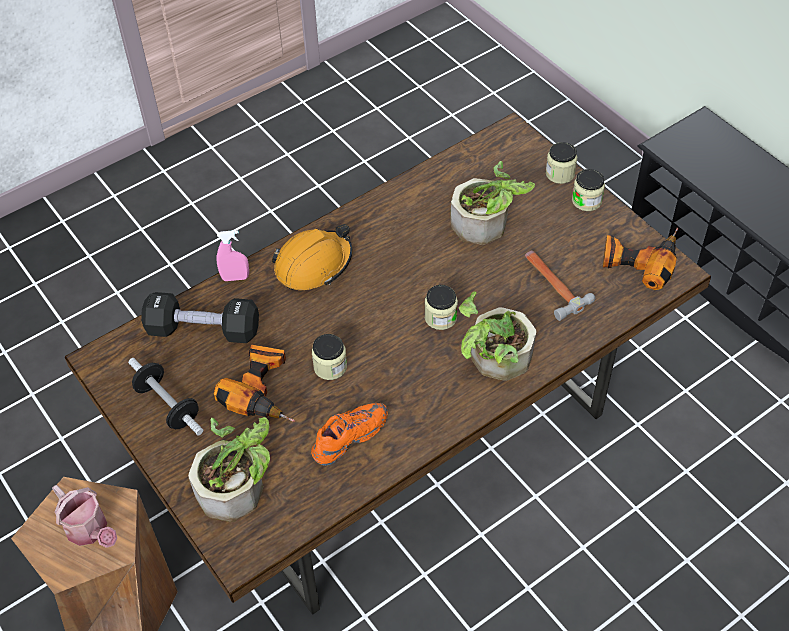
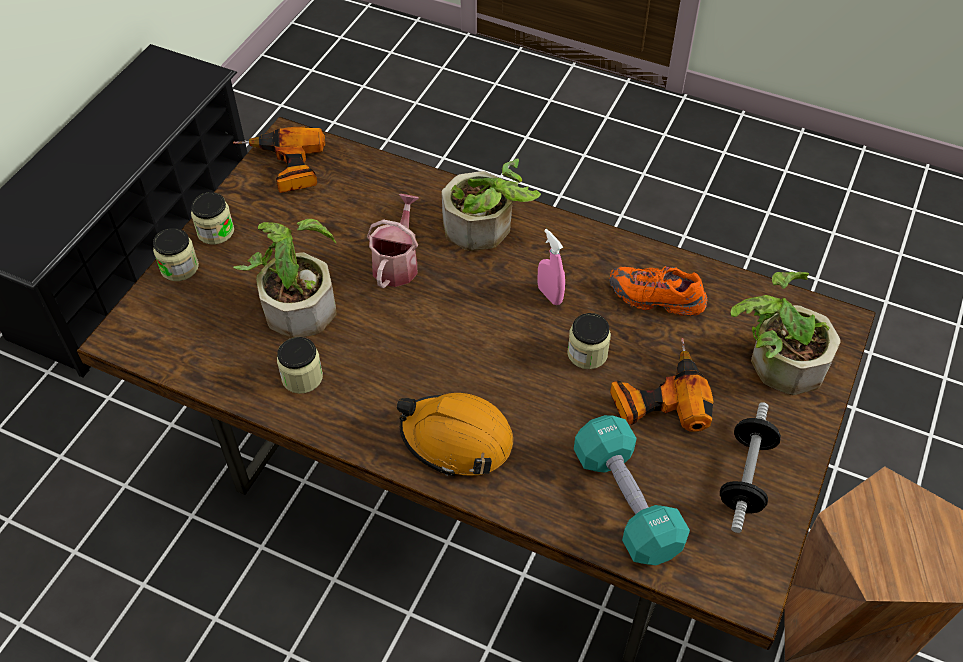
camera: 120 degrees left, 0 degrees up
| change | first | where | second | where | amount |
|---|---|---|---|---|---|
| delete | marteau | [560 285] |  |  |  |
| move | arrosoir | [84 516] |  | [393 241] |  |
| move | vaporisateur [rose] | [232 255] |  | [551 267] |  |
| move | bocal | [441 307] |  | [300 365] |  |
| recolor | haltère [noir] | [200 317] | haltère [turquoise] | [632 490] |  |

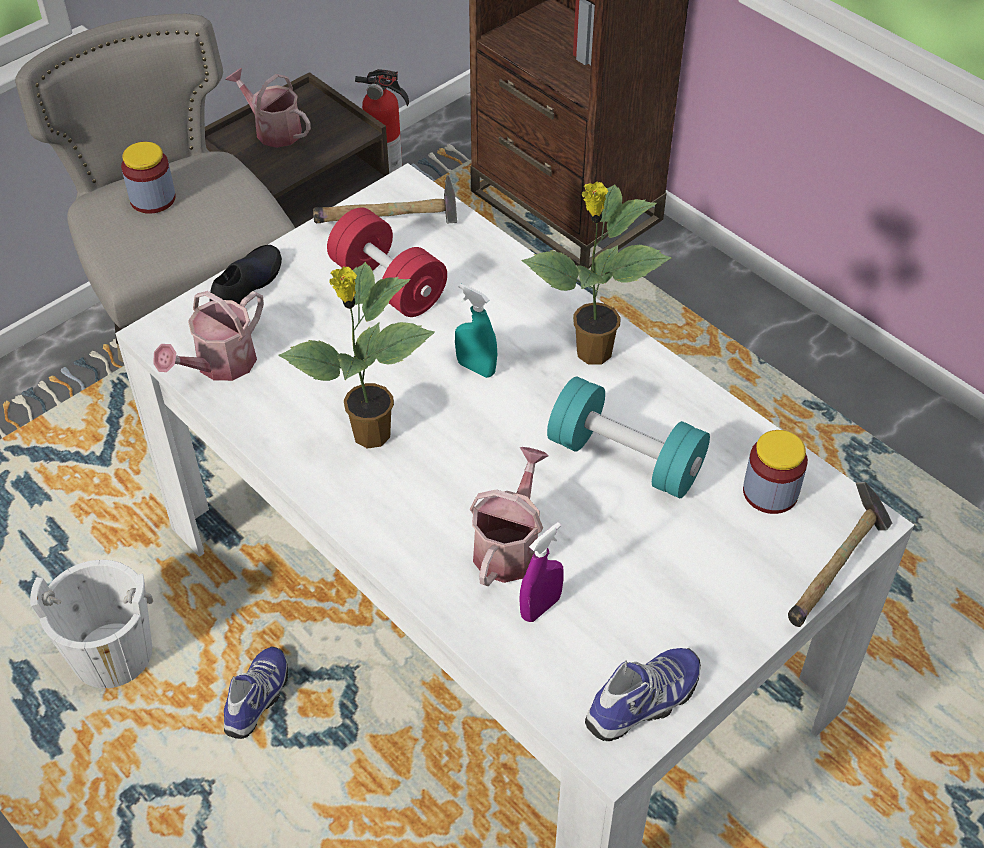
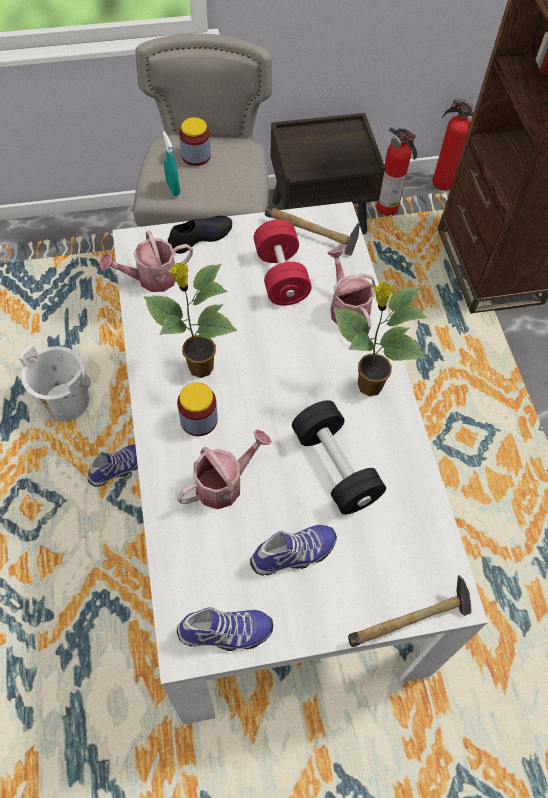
camera: 30 degrees right, 10 degrees up
| change | first | where | second | where | amount |
|---|---|---|---|---|---|
| delete | vaporisateur [violet] | [541 572] |  |  |  |
| insert |  |  | chaussure | [293 550] |  |
| insert |  |  | extincteur | [453 145] |  |
| move | arrosoir | [268 108] |  | [351 289] |  |
| move | vaporisateur [turquoise] | [476 330] |  | [171 163] |  |
| move | bocal | [775 472] |  | [197 409] |  |
| recolor | haltère [turquoise] | [628 437] | haltère [noir] | [339 457] |  |

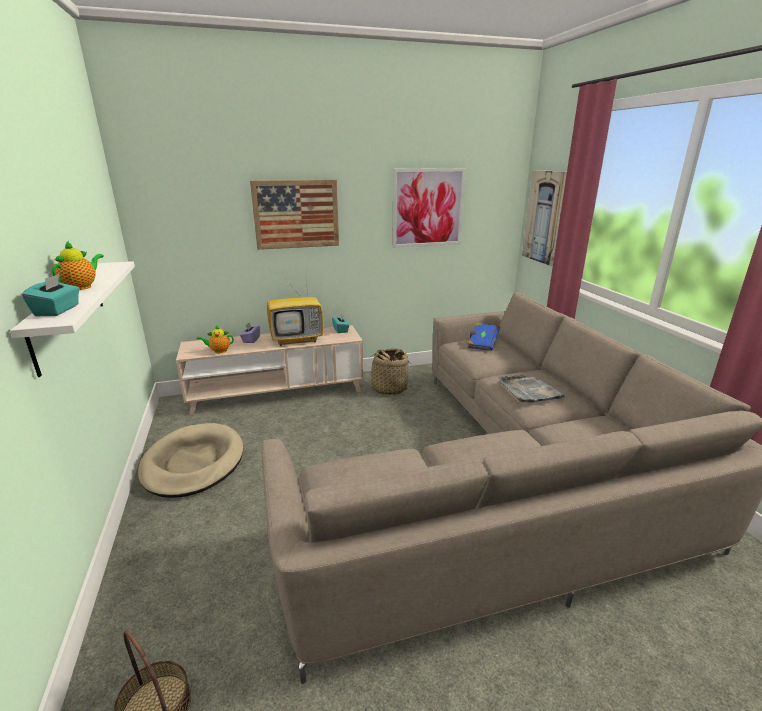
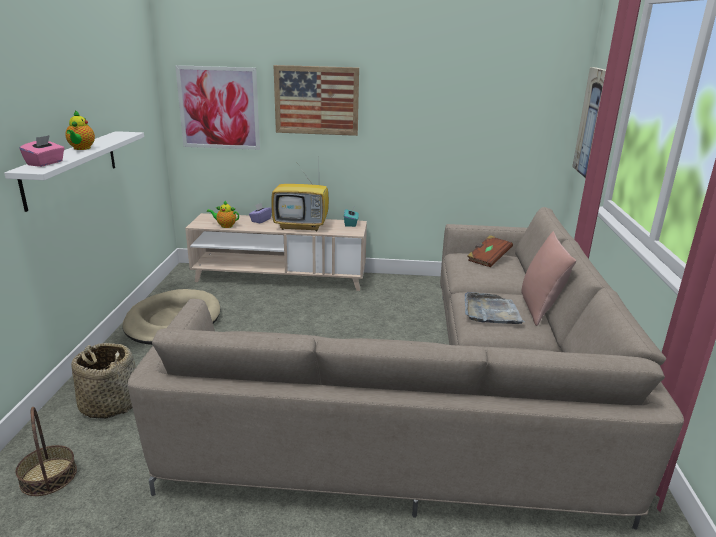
camera: 20 degrees right, 0 degrees up
| change | first | where | second | where | amount |
|---|---|---|---|---|---|
| insert |  |  | coussin [rose] | [548 278] |  |
| move | panier | [388 371] |  | [103 381] |  |
| move | tableau | [429 208] |  | [217 107] |  |
| recolor | boîte à mouchoirs [turquoise] | [51 295] | boîte à mouchoirs [rose] | [42 151] |  |
| recolor | livre [bleu] | [484 336] | livre [marron] | [490 251] |  |
| rotate | théière | [78 265] |  | [80 130] | 135 degrees clockwise |

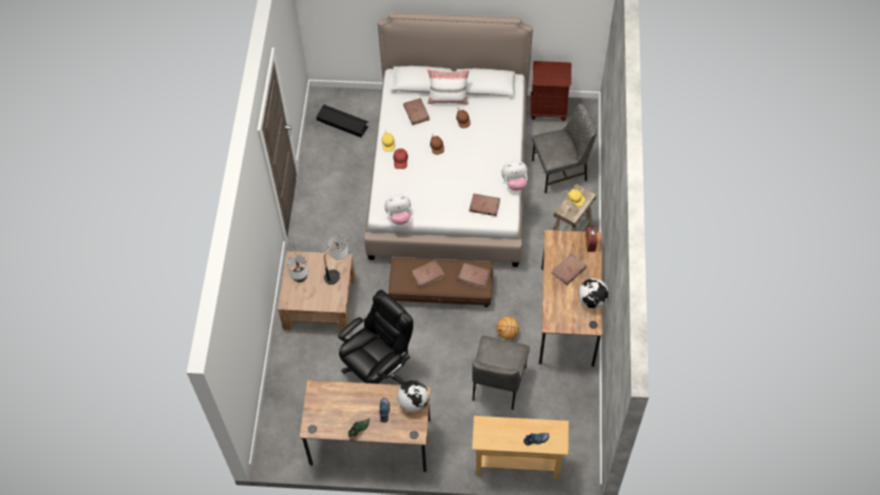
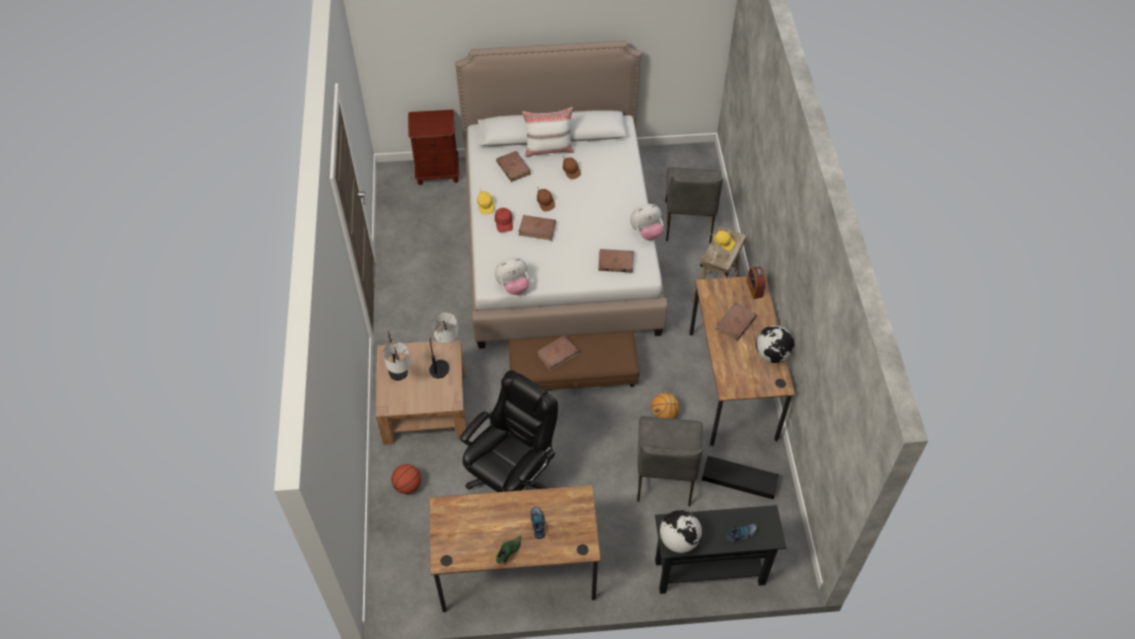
camera: 10 degrees left, 5 degrees down
| change | first | where | second | where | amount |
|---|---|---|---|---|---|
| insert |  |  | ballon de basket | [406 479] |  |
| move | boîte de rangement [noir] | [342 121] |  | [740 477] |  |
| move | globe | [413 396] |  | [681 531] |  |
| move | livre [marron] | [474 276] |  | [537 227] |  |
| move | table de chevet [marron] | [550 91] |  | [433 148] |  |
| recolor | table console [beige] | [520 447] | table console [noir] | [720 549] |  |
| rotate | chaise [gris] | [564 148] |  | [694 205] | 120 degrees clockwise |

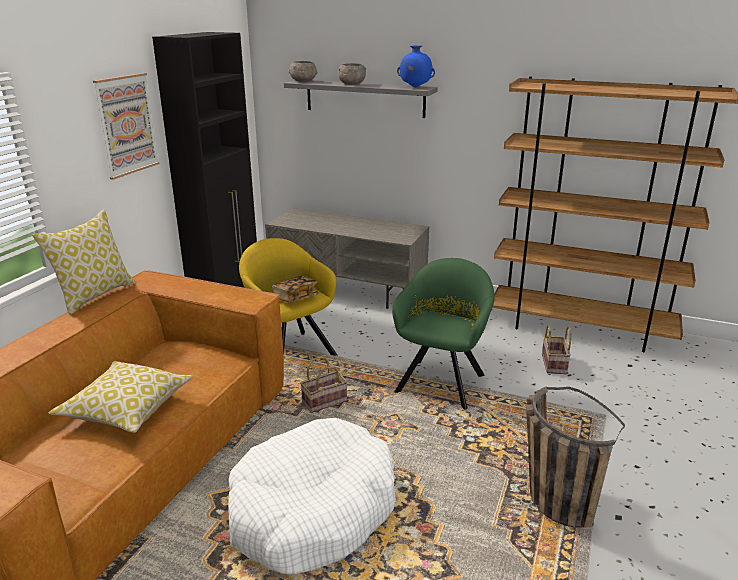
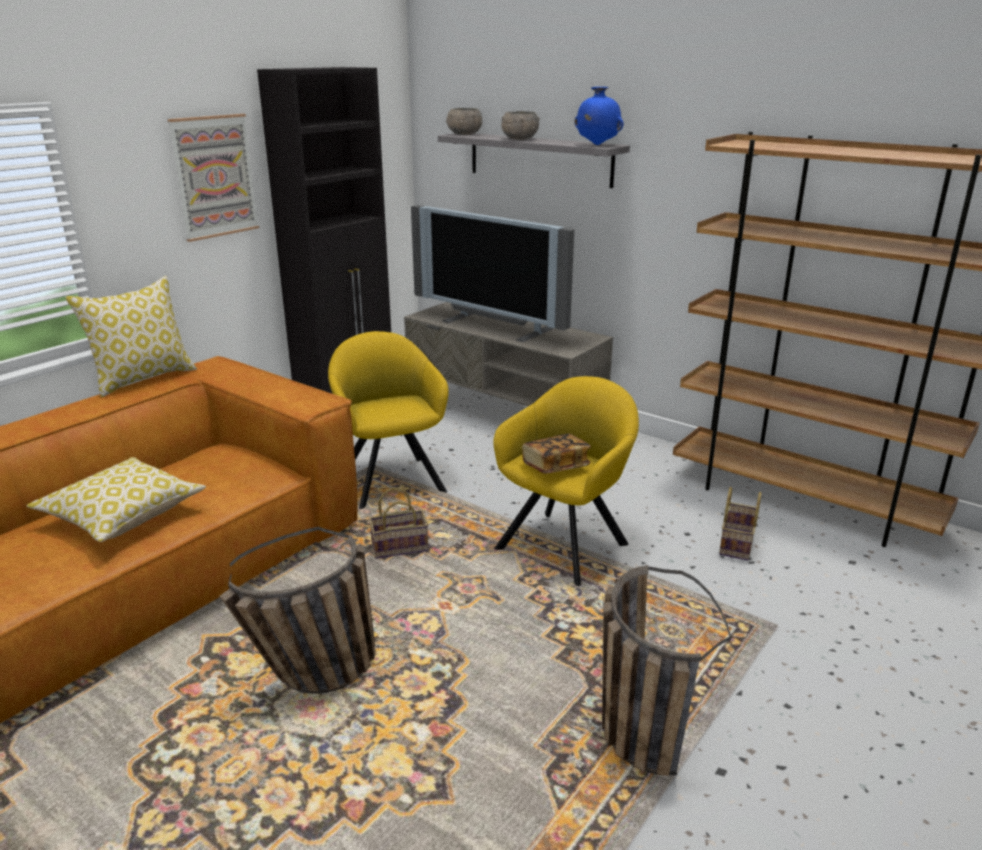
camera: 15 degrees right, 0 degrees up
| change | first | where | second | where | amount |
|---|---|---|---|---|---|
| insert |  |  | téléviseur | [492 273] |  |
| move | livre | [295 289] |  | [556 454] |  |
| replace | panier pour chien [blanc] | [312 496] | panier | [297 610] |  |
| recolor | fauteuil [vert] | [443 334] | fauteuil [jaune] | [566 481] |  |

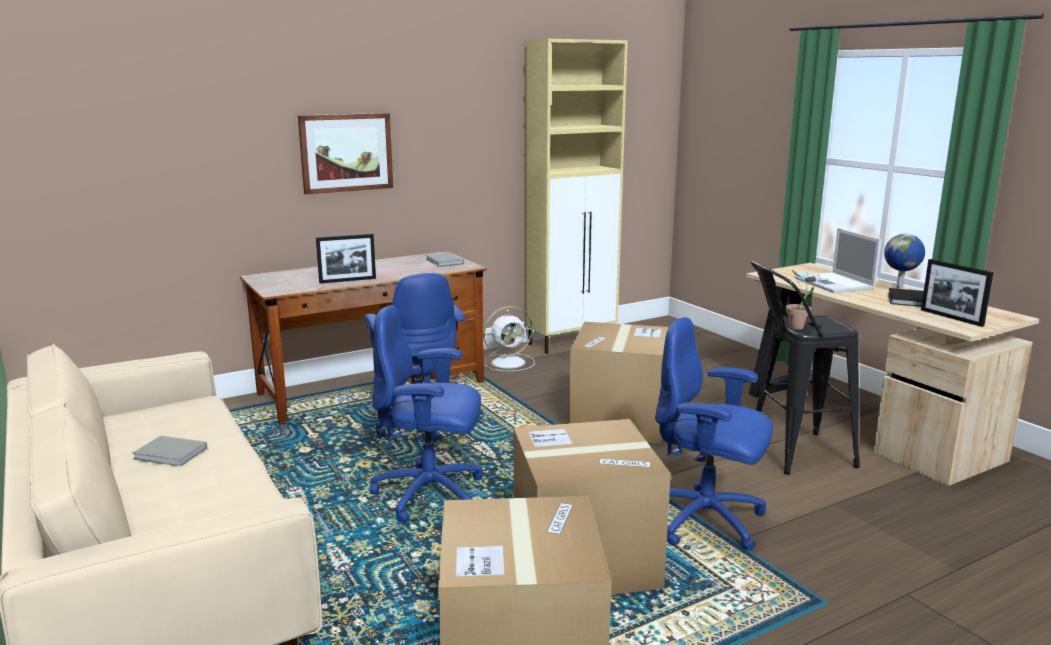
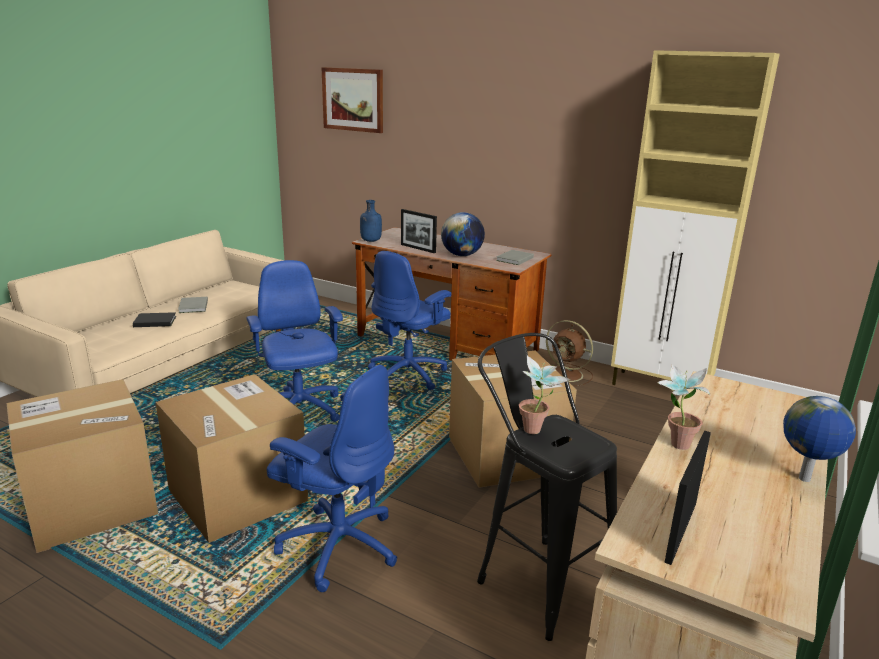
camera: 60 degrees right, 5 degrees up
| change | first | where | second | where | amount |
|---|---|---|---|---|---|
| delete | ordinateur portable | [838 260] |  |  |  |
| insert |  |  | bouteille [bleu] | [371 221] |  |
| insert |  |  | globe | [463 234] |  |
| insert |  |  | plante en pot | [683 407] |  |
| move | tableau | [345 153] |  | [352 100] |  |
| move | livre [noir] | [906 297] |  | [154 319] |  |
| recolor | ventilateur [blanc] | [509 338] | ventilateur [marron] | [569 353] |  |
| rotate | chaise de bureau [bleu] | [714 434] |  | [332 478] | 120 degrees clockwise |

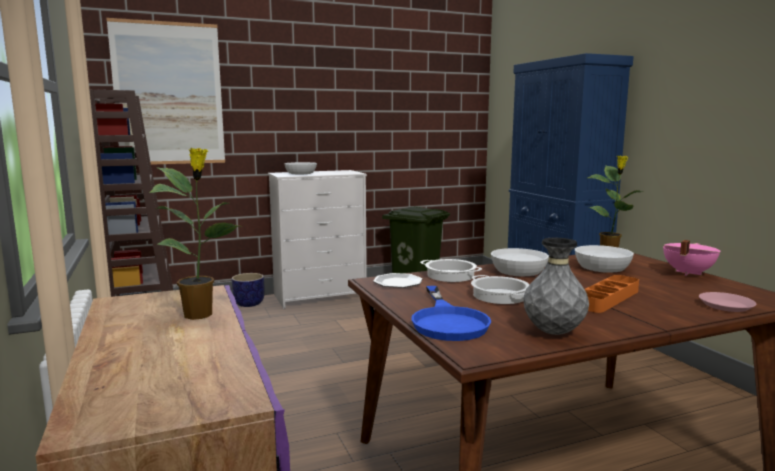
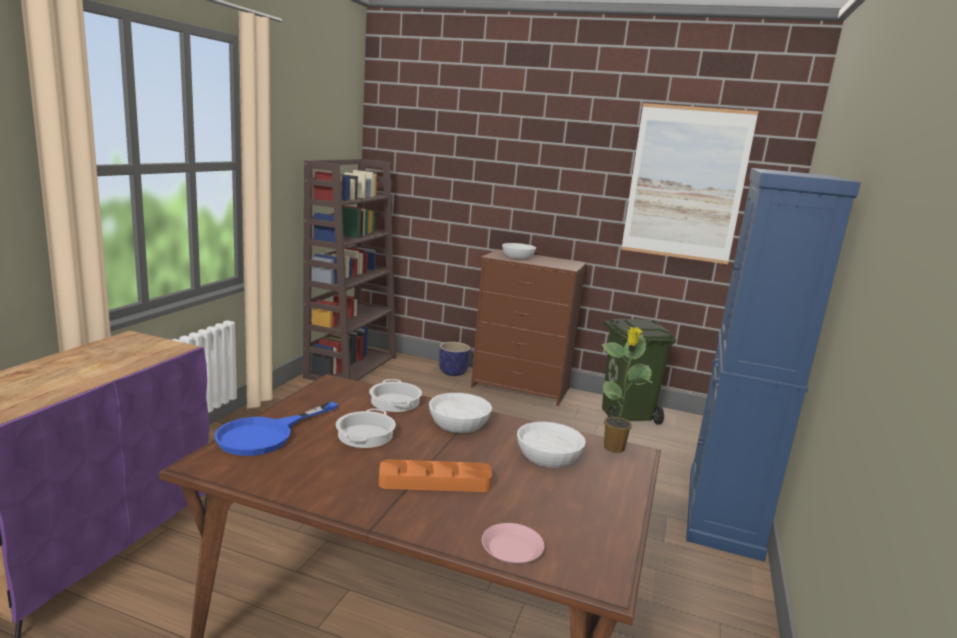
camera: 40 degrees right, 5 degrees up
| change | first | where | second | where | amount |
|---|---|---|---|---|---|
| delete | plante en pot | [195 234] |  |  |  |
| delete | assiette | [397 280] |  |  |  |
| delete | vase [gris] | [556 286] |  |  |  |
| delete | marmite [rose] | [691 258] |  |  |  |
| move | tableau | [165 91] |  | [690 183] |  |
| recolor | commode [blanc] | [317 239] | commode [marron] | [529 327] |  |

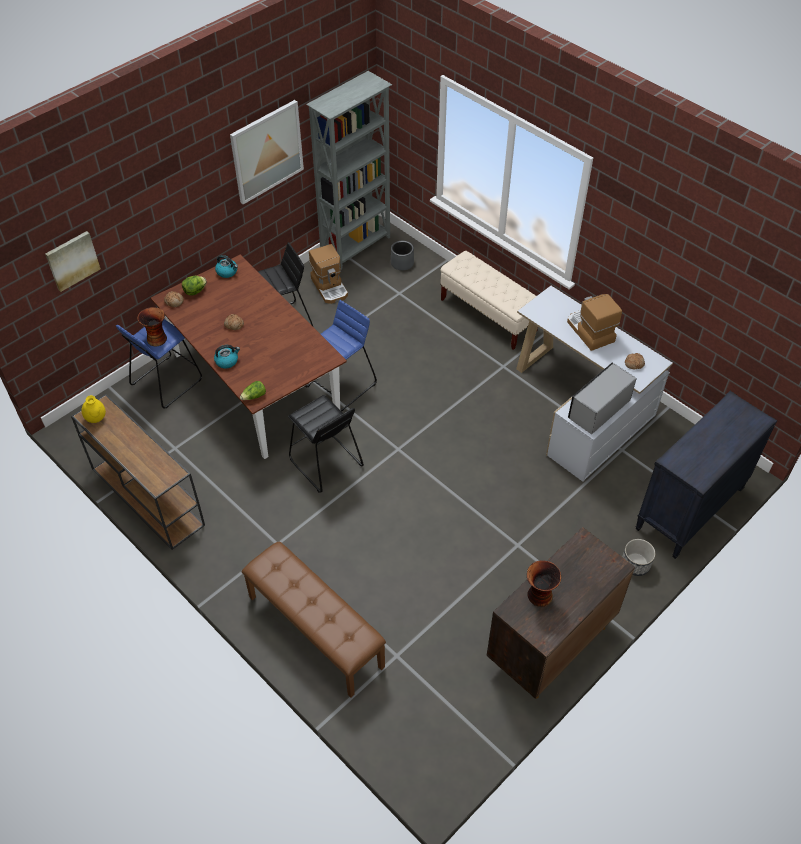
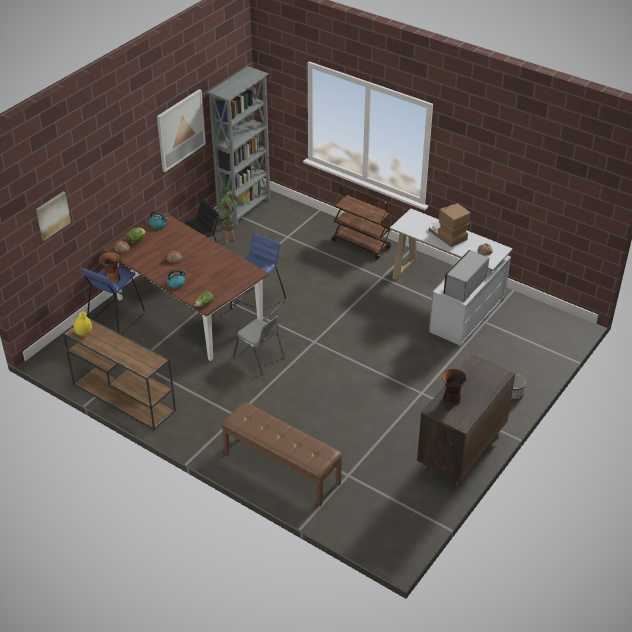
camera: 10 degrees left, 10 degrees down
| change | first | where | second | where | amount |
|---|---|---|---|---|---|
| delete | cache-pot [gris] | [402 255] |  |  |  |
| delete | commode [noir] | [706 475] |  |  |  |
| replace | tabouret [noir] | [326 444] | chaise [gris] | [259 345] |  |
| replace | machine à café | [328 274] | plante en pot | [233 215] |  |
| replace | banc [beige] | [489 300] | chariot [marron] | [362 222] |  |

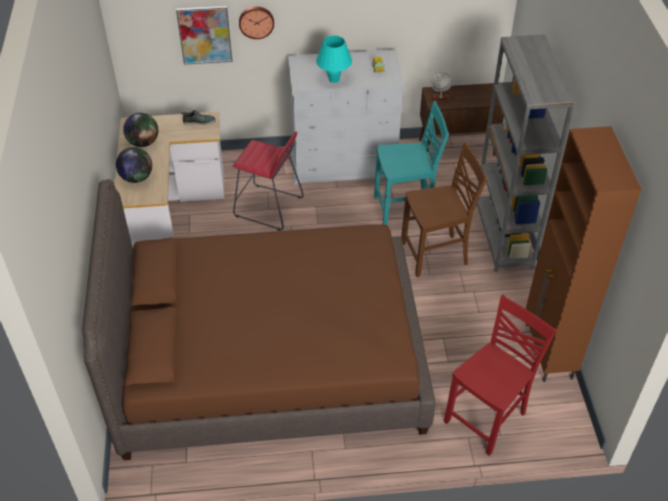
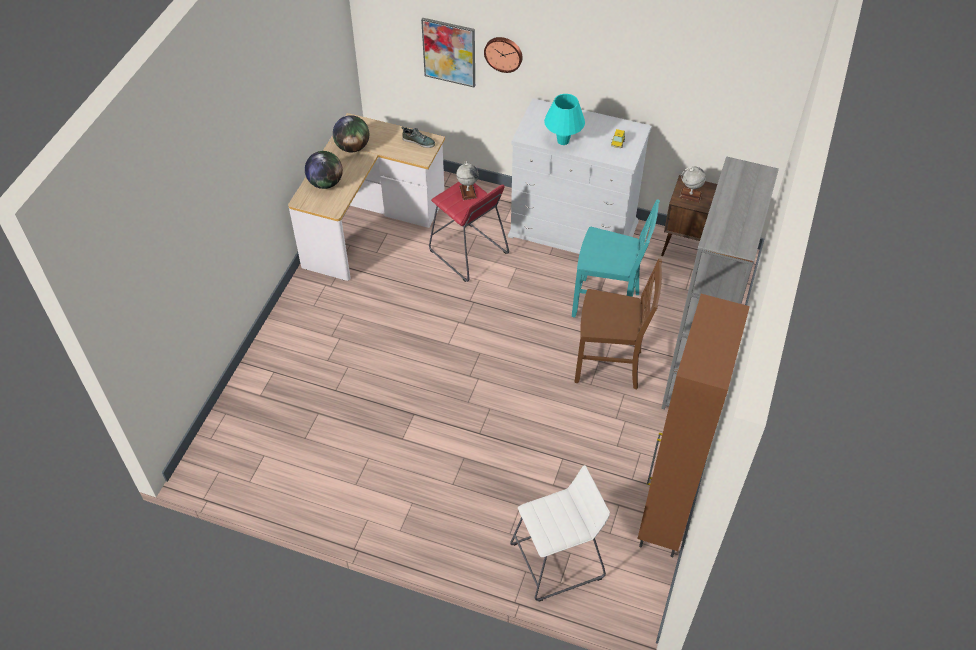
camera: 25 degrees right, 5 degrees up
| change | first | where | second | where | amount |
|---|---|---|---|---|---|
| delete | lit [marron] | [259 319] |  |  |  |
| insert |  |  | globe | [467 180] |  |
| replace | chaise [rouge] | [500 375] | tabouret [blanc] | [560 533] |  |

